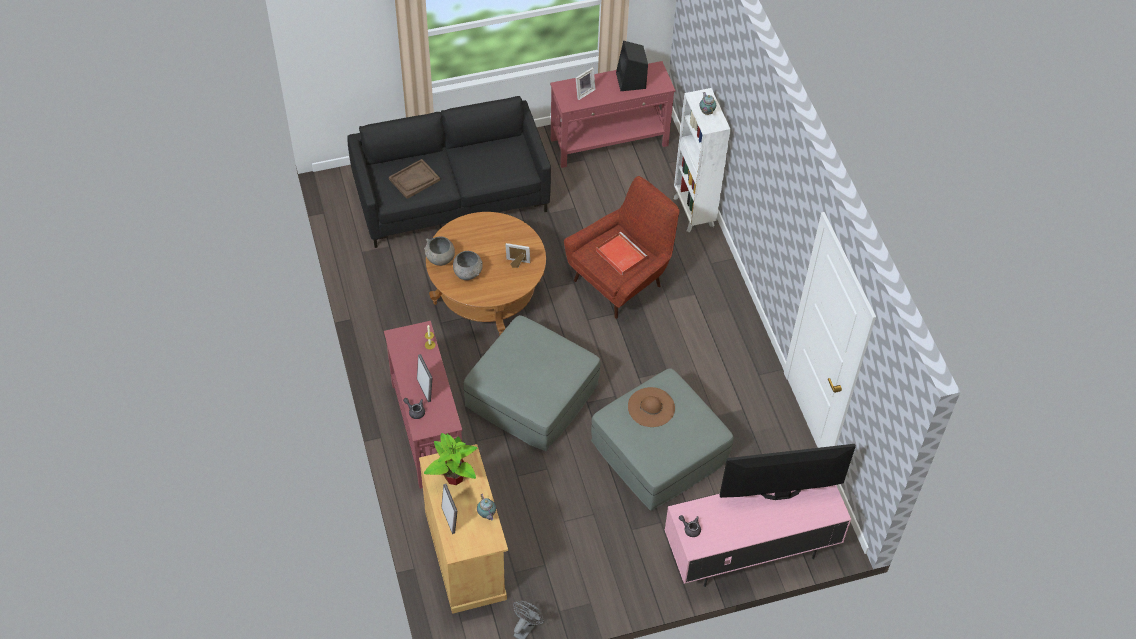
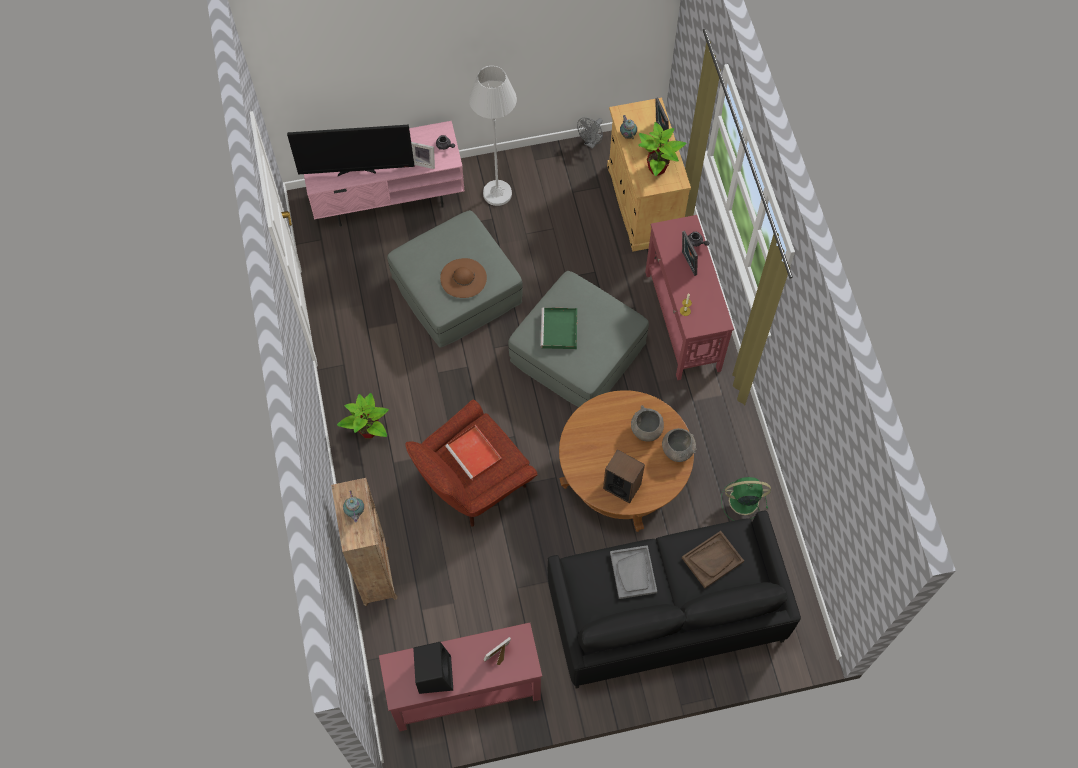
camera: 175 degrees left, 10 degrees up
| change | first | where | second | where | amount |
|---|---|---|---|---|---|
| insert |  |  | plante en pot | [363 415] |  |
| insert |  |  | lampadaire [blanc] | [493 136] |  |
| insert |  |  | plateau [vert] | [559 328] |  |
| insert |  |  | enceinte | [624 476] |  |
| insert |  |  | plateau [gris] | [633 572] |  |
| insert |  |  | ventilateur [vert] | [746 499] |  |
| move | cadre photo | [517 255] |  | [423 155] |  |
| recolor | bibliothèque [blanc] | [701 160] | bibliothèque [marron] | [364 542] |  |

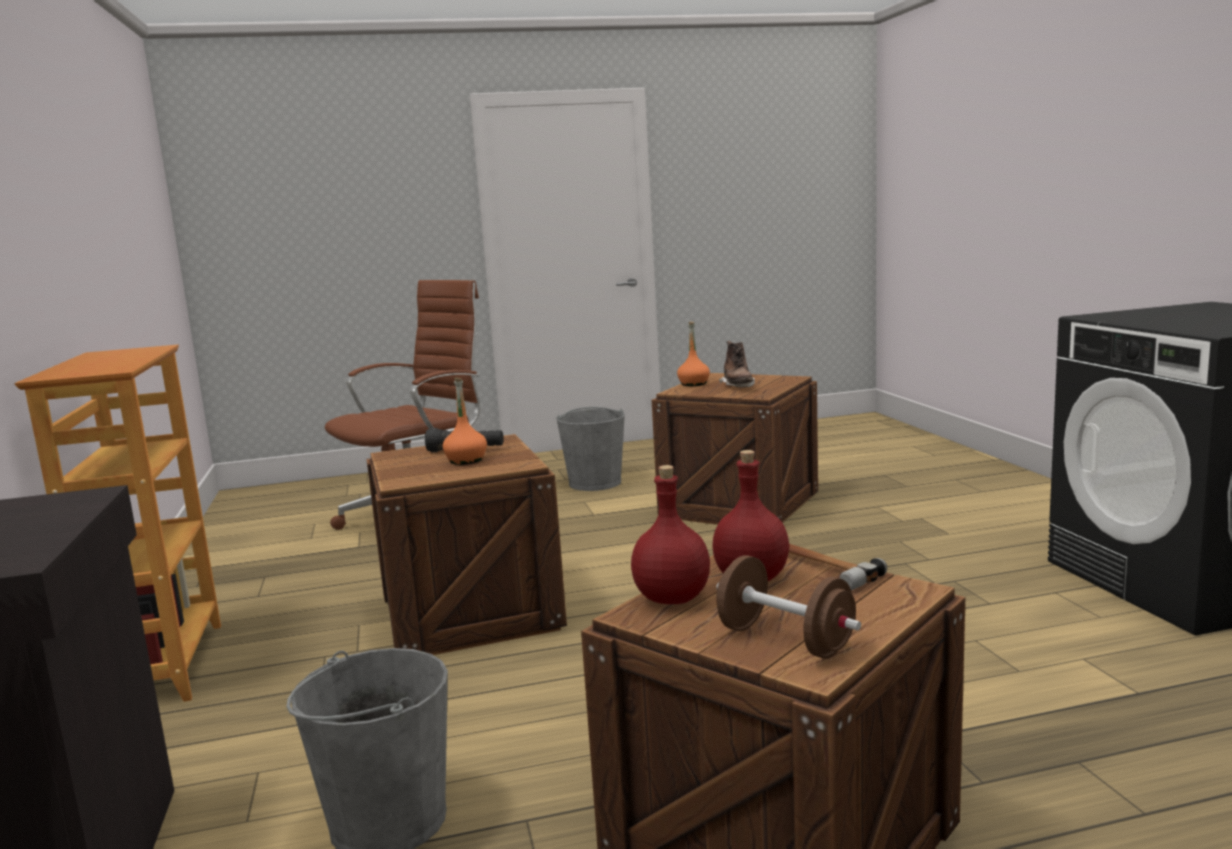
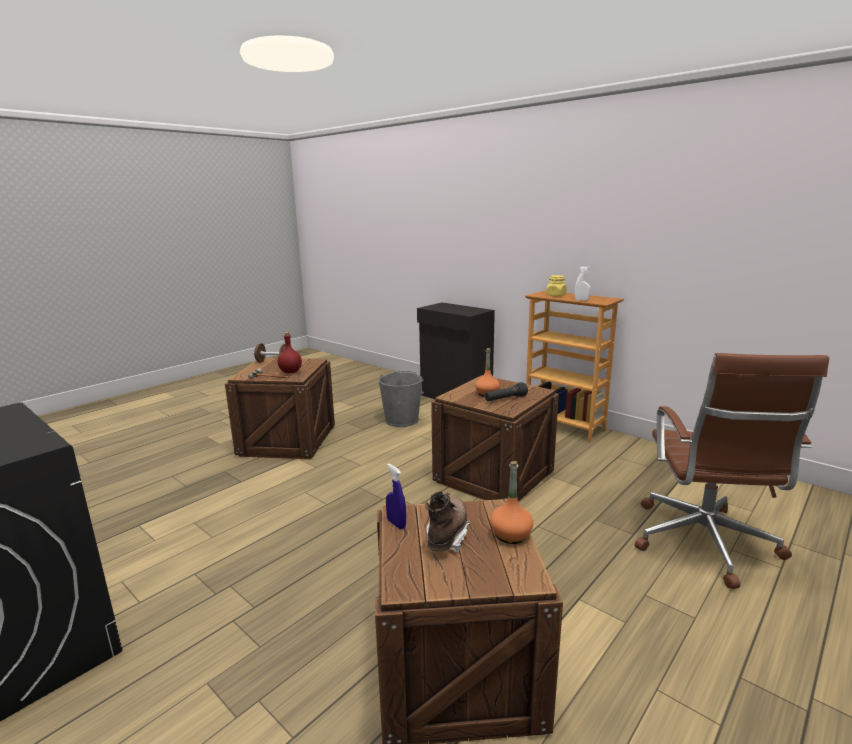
camera: 145 degrees right, 5 degrees up
| change | first | where | second | where | amount |
|---|---|---|---|---|---|
| delete | seau [gris] | [590 449] |  |  |  |
| delete | bouteille [rouge] | [670 534] |  |  |  |
| insert |  |  | vaporisateur [bleu] | [396 496] |  |
| insert |  |  | bocal [jaune] | [556 286] |  |
| insert |  |  | vaporisateur [blanc] | [582 284] |  |
| rotate | botte [marron] | [737 364] |  | [448 521] | 60 degrees clockwise |

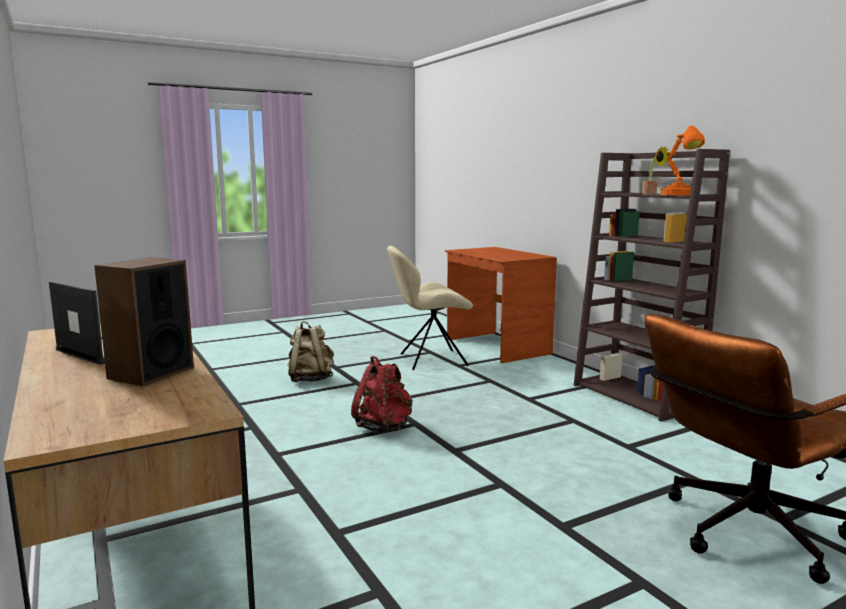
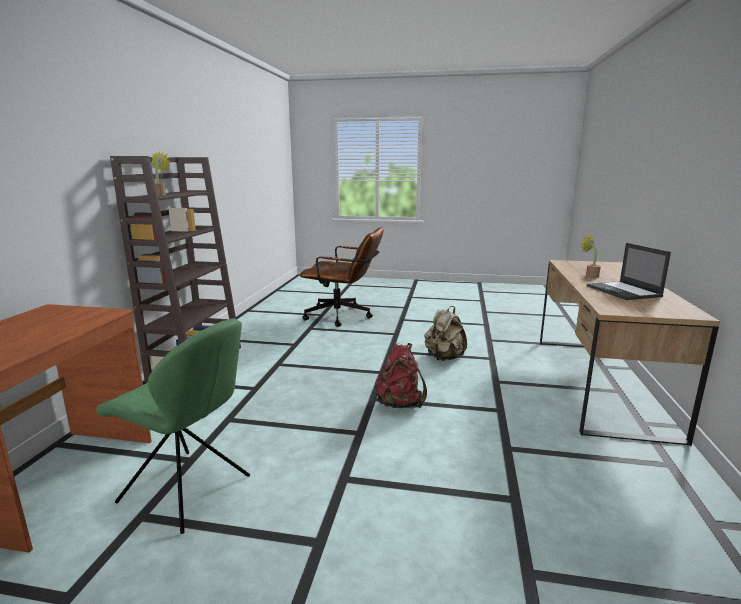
camera: 140 degrees left, 5 degrees up
| change | first | where | second | where | amount |
|---|---|---|---|---|---|
| delete | lampe de table [orange] | [682 160] |  |  |  |
| move | sac à dos [beige] | [311 351] |  | [445 333] |  |
| replace | enceinte | [144 321] | plante en pot | [590 256] |  |
| recolor | chaise [beige] | [430 307] | chaise [vert] | [173 426] |  |

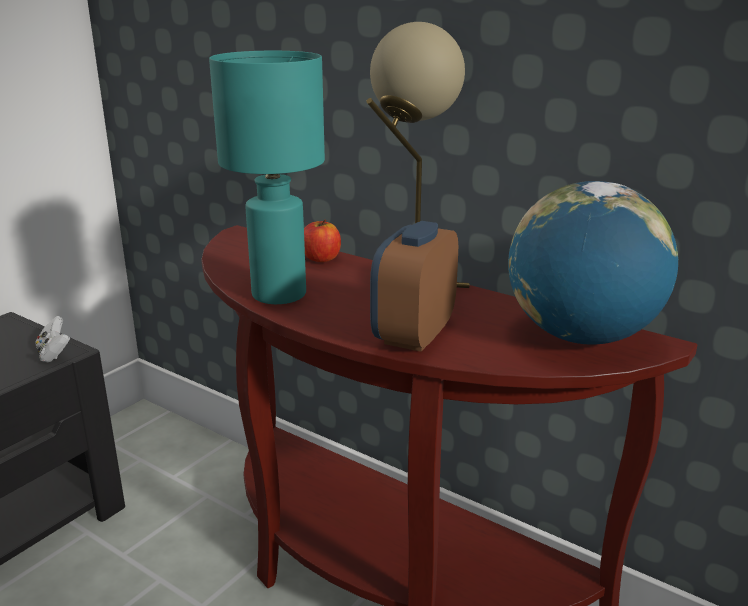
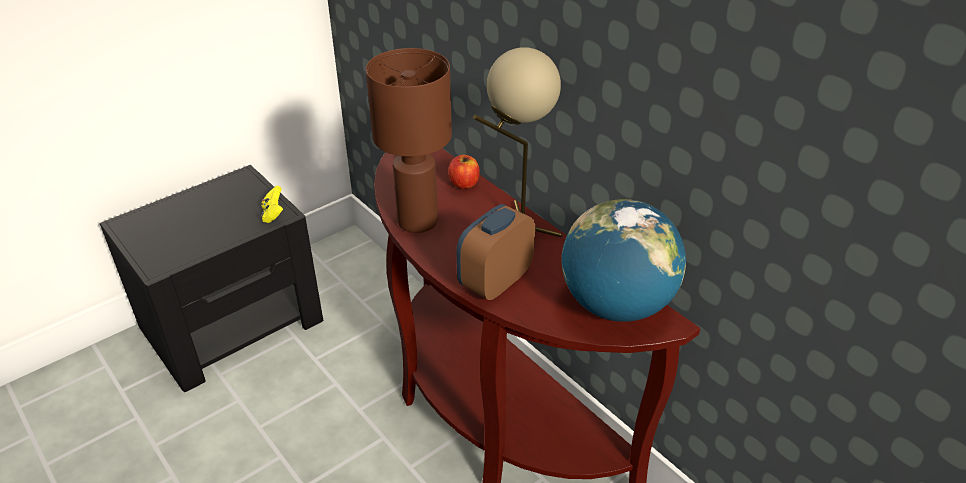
camera: 15 degrees right, 15 degrees up
| change | first | where | second | where | amount |
|---|---|---|---|---|---|
| recolor | manette [blanc] | [52 339] | manette [jaune] | [272 204] |  |
| recolor | lampe de table [turquoise] | [267 177] | lampe de table [marron] | [409 140] |  |

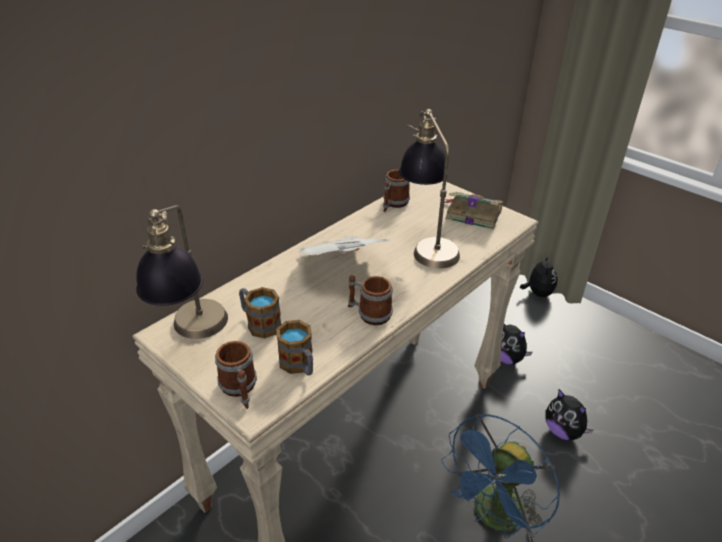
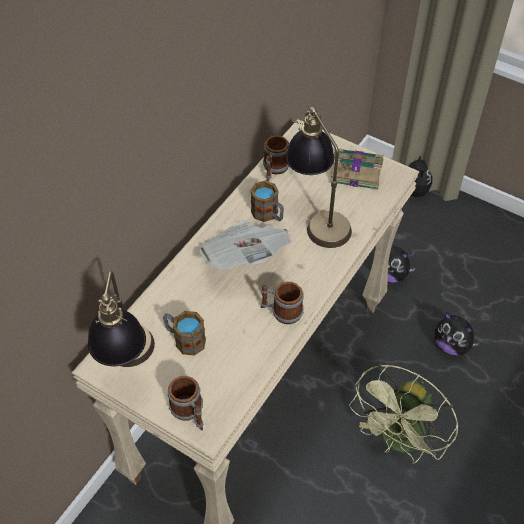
camera: 10 degrees left, 15 degrees up
| change | first | where | second | where | amount |
|---|---|---|---|---|---|
| move | mug | [294 348] |  | [267 201] |  |
| recolor | ventilateur [bleu] | [500 477] | ventilateur [vert] | [404 414] |  |

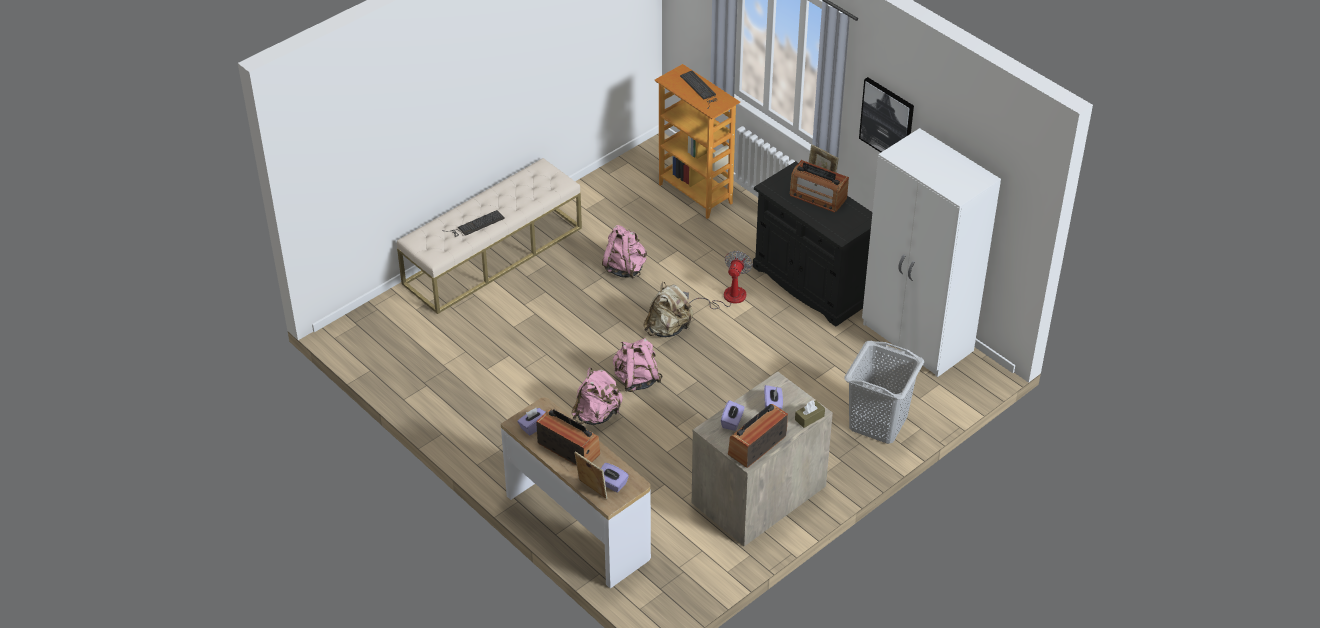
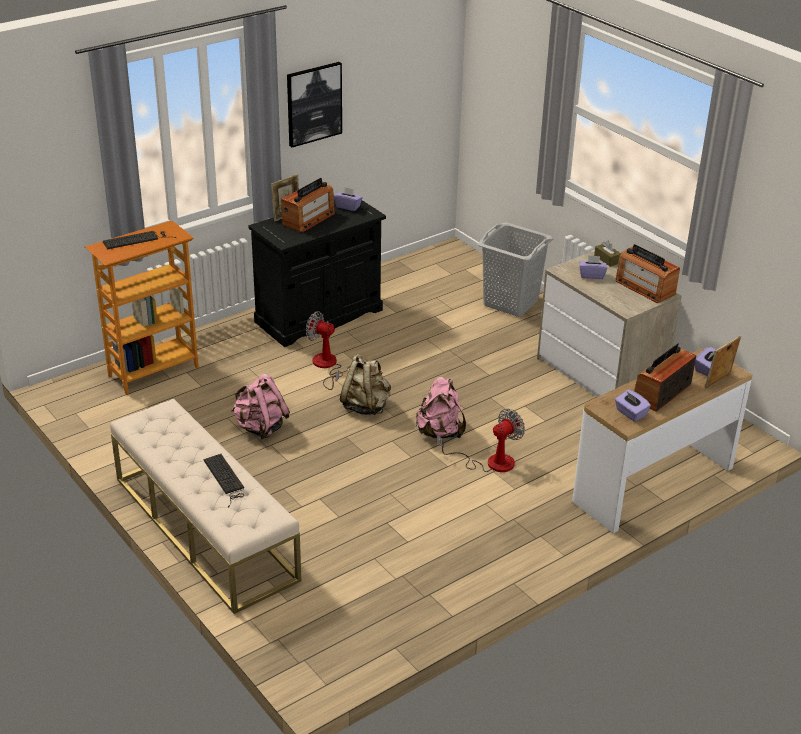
camera: 85 degrees left, 10 degrees down
| change | first | where | second | where | amount |
|---|---|---|---|---|---|
| delete | armoire [blanc] | [931 252] |  |  |  |
| move | boîte à mouchoirs [violet] | [733 415] |  | [348 199] |  |
| replace | sac à dos [rose] | [597 396] | ventilateur | [481 440] |  |

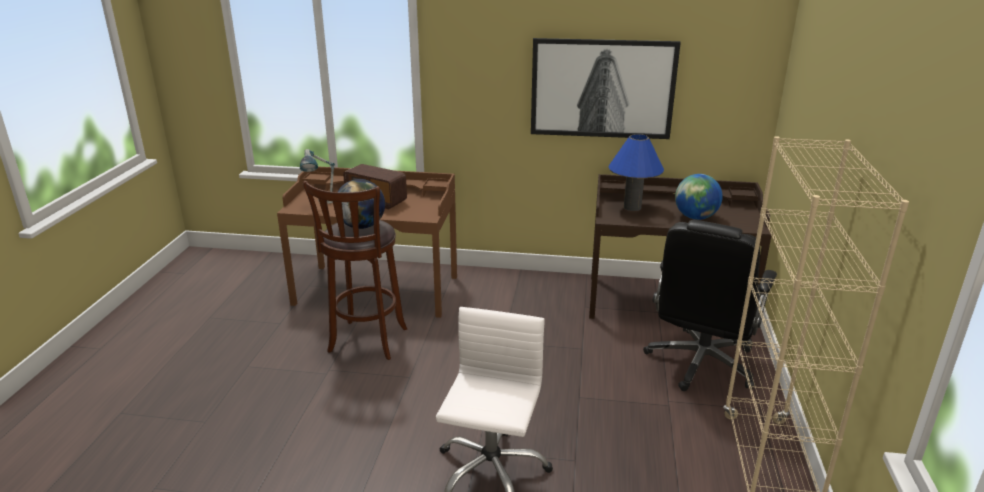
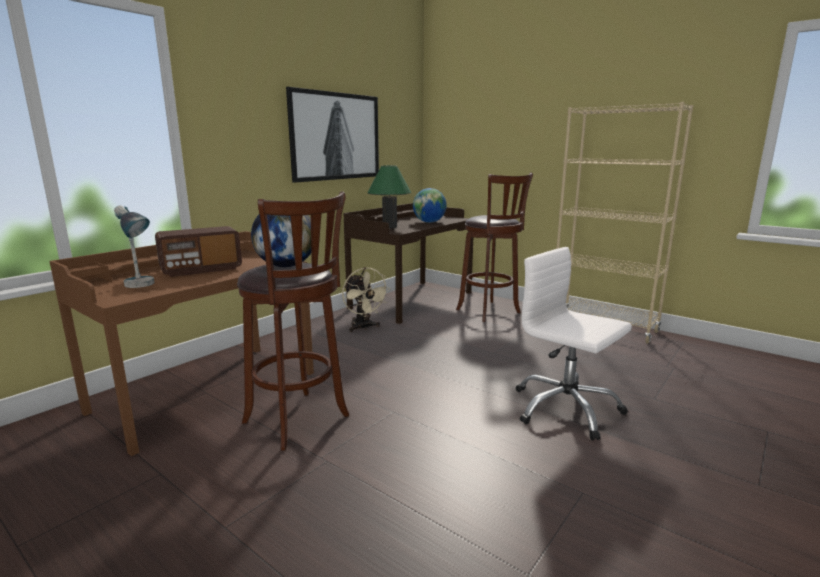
camera: 60 degrees left, 10 degrees down
| change | first | where | second | where | amount |
|---|---|---|---|---|---|
| insert |  |  | ventilateur [beige] | [366 299] |  |
| replace | chaise de bureau [noir] | [710 305] | tabouret [marron] | [494 247] |  |
| recolor | lampe de table [bleu] | [636 172] | lampe de table [vert] | [389 196] |  |

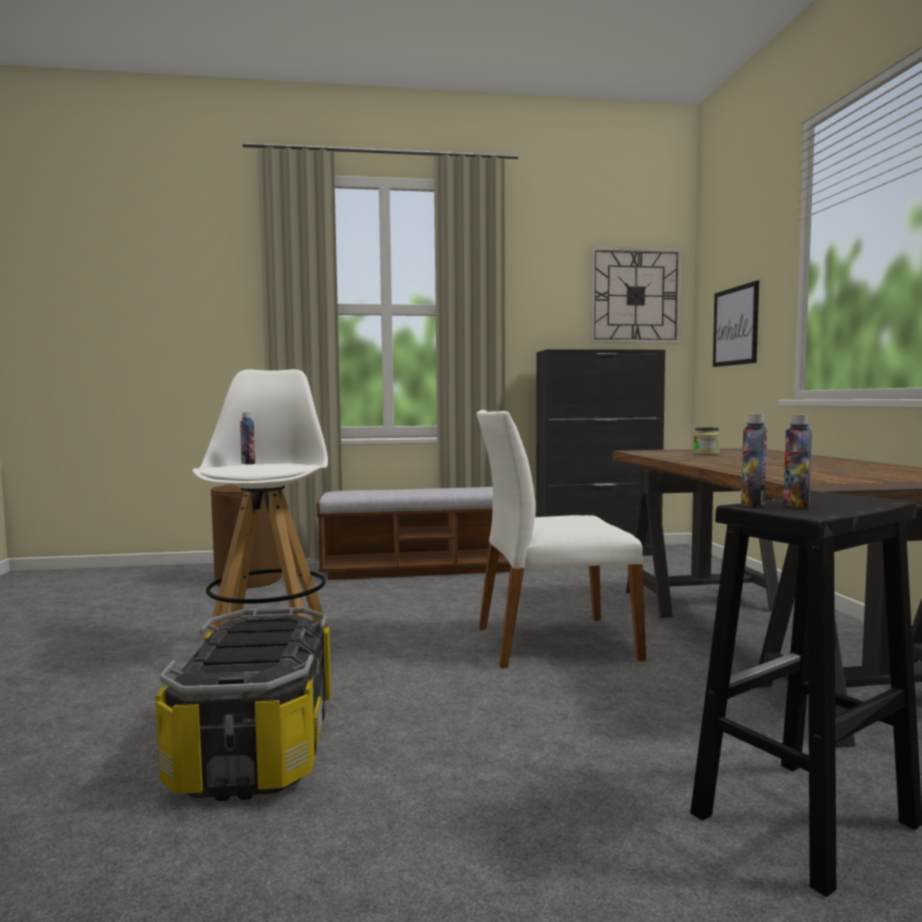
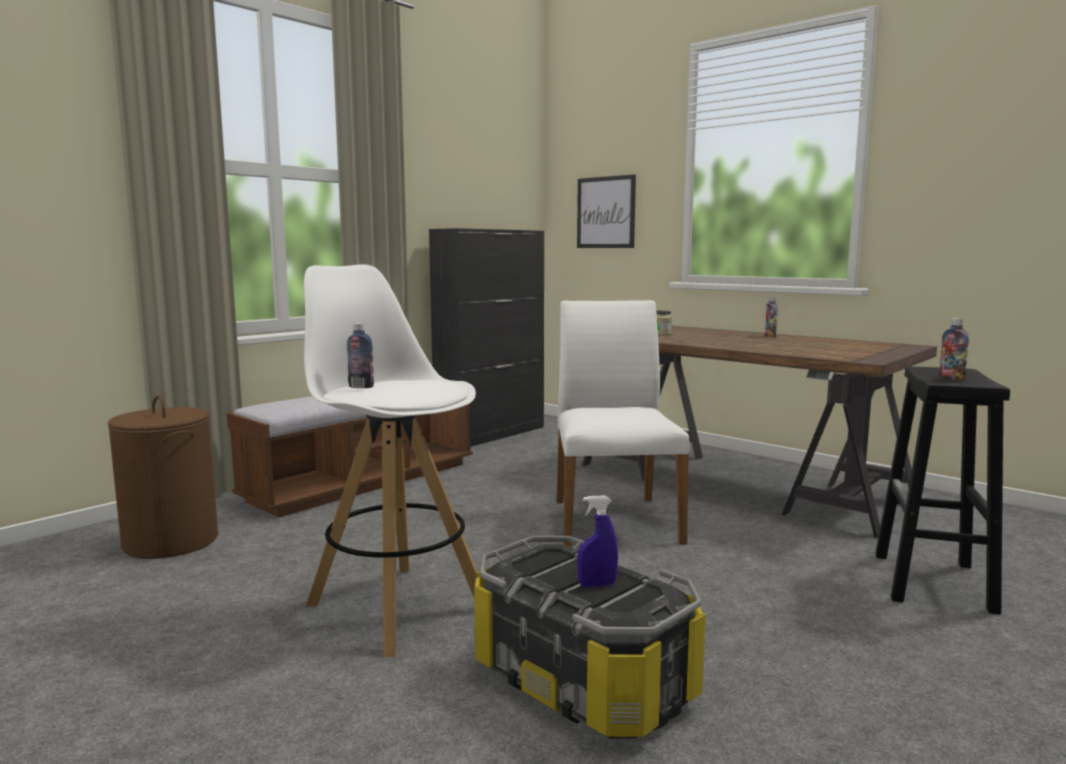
camera: 40 degrees left, 5 degrees up
| change | first | where | second | where | amount |
|---|---|---|---|---|---|
| delete | horloge murale | [636 295] |  |  |  |
| insert |  |  | vaporisateur [bleu] | [597 541] |  |
| move | bouteille | [754 460] |  | [771 317] |  |
| rotate | chaise [blanc] | [561 539] |  | [623 423] | 135 degrees clockwise |

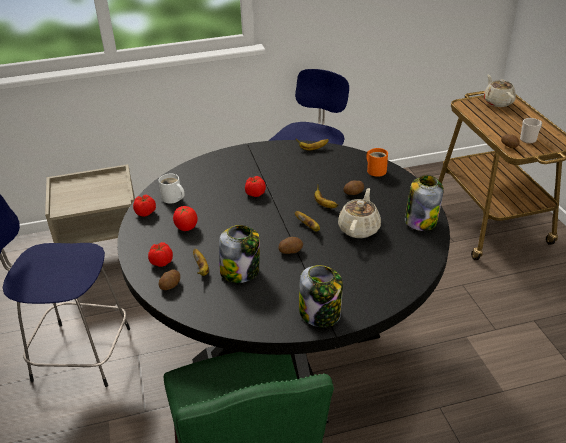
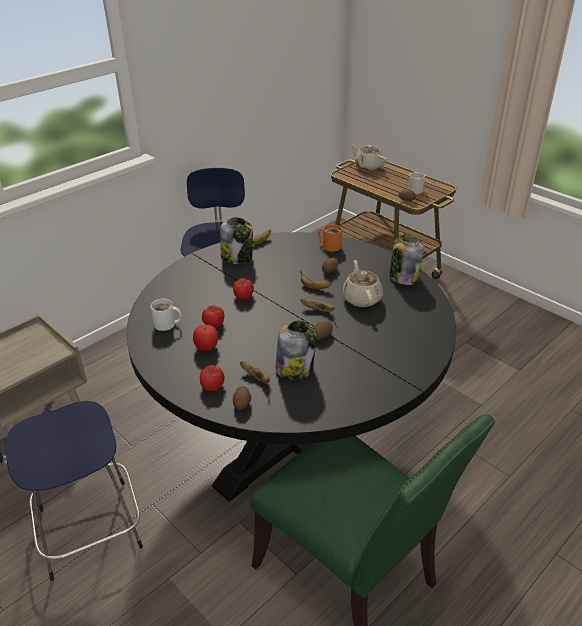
camera: 30 degrees left, 0 degrees up
| change | first | where | second | where | amount |
|---|---|---|---|---|---|
| move | tomate | [144 206] |  | [213 316] |  |
| move | bocal | [321 296] |  | [236 240] |  |

